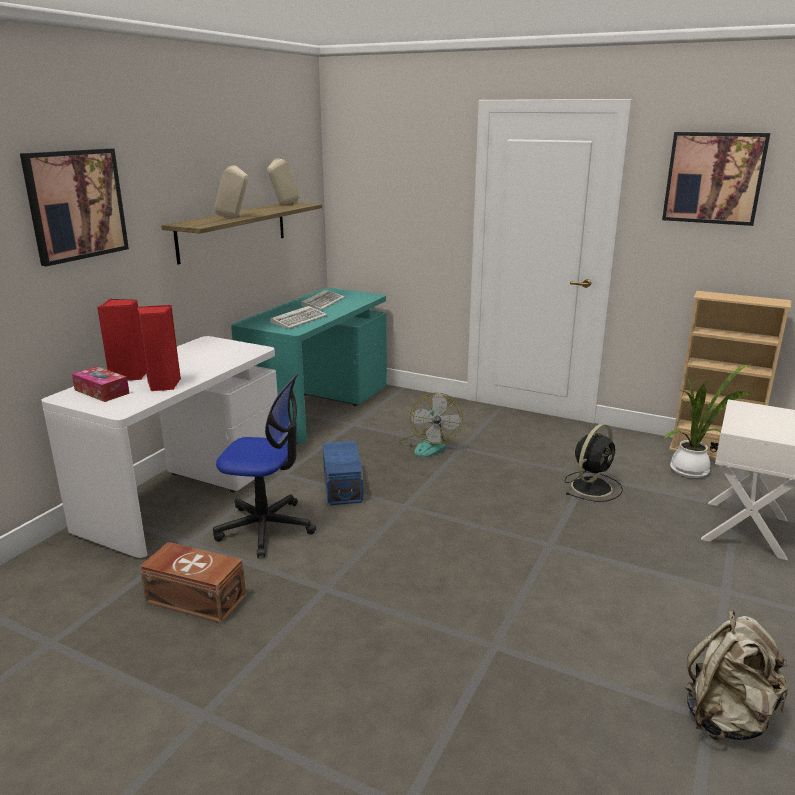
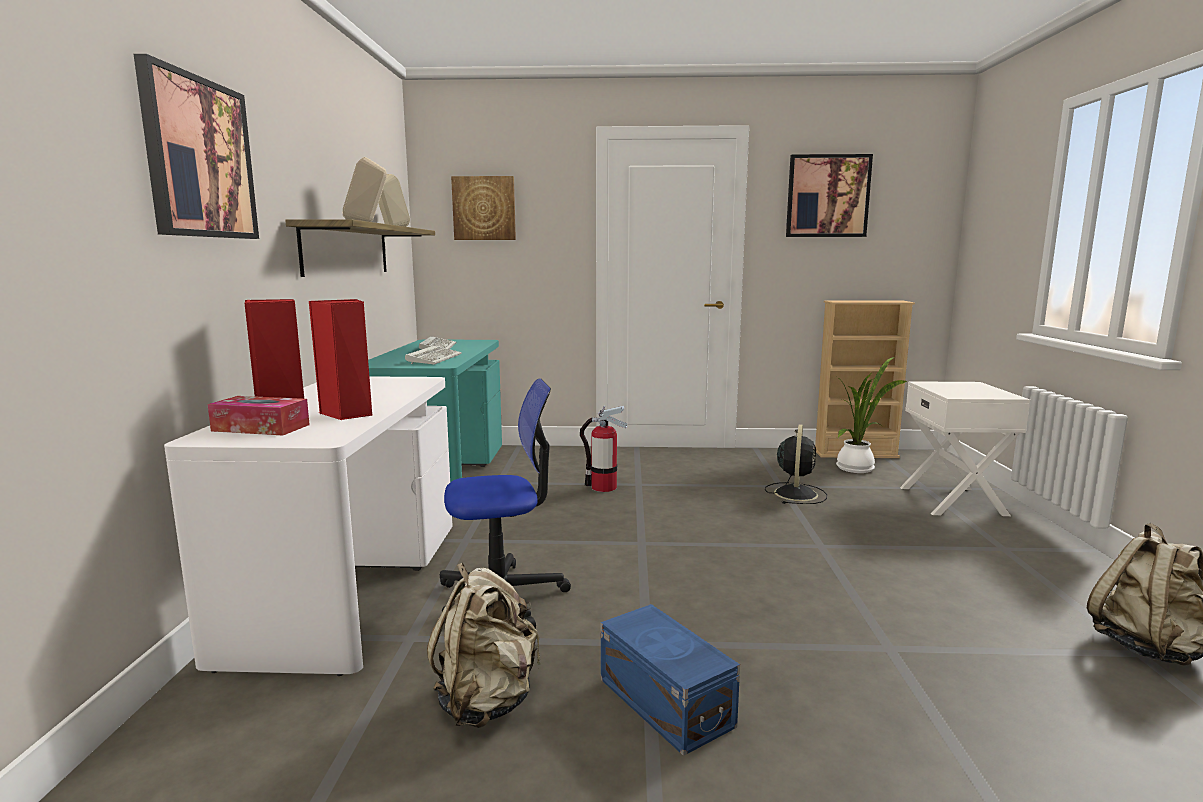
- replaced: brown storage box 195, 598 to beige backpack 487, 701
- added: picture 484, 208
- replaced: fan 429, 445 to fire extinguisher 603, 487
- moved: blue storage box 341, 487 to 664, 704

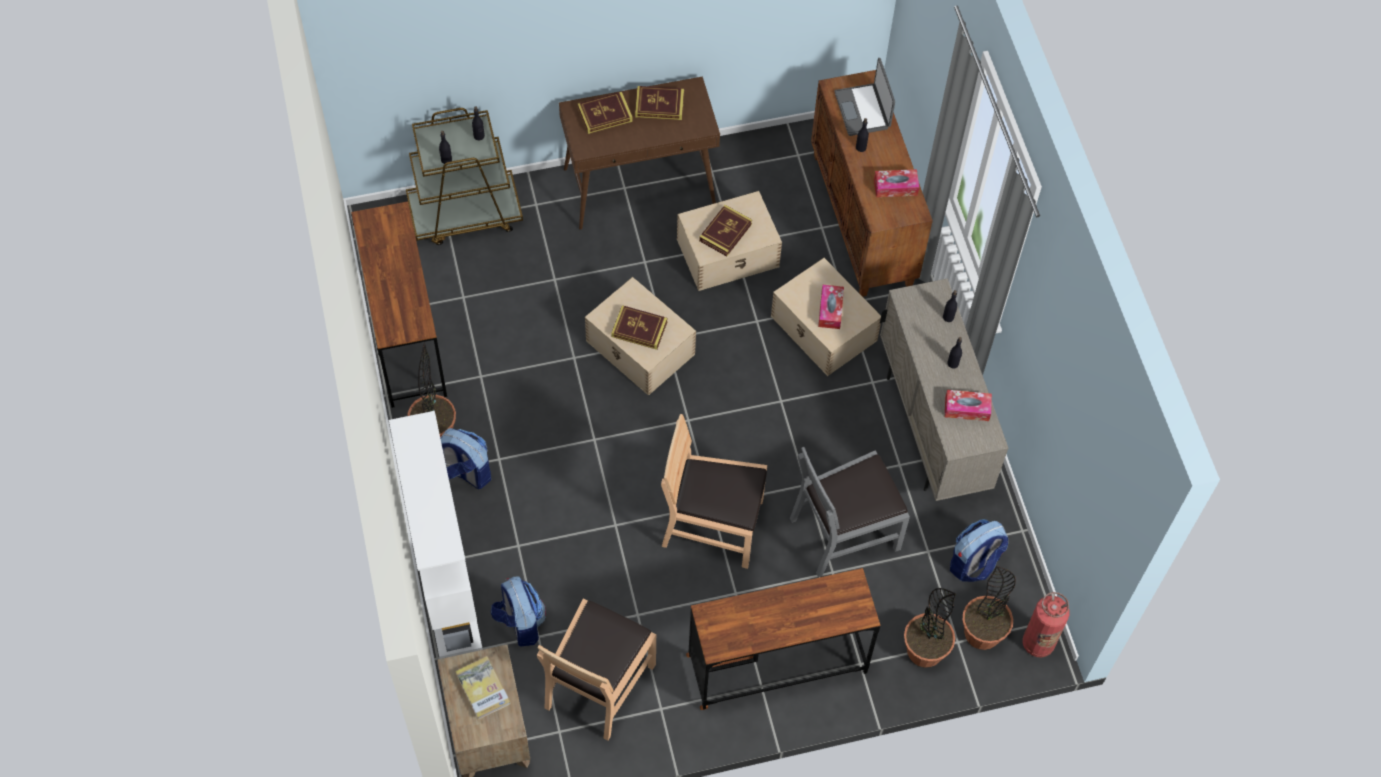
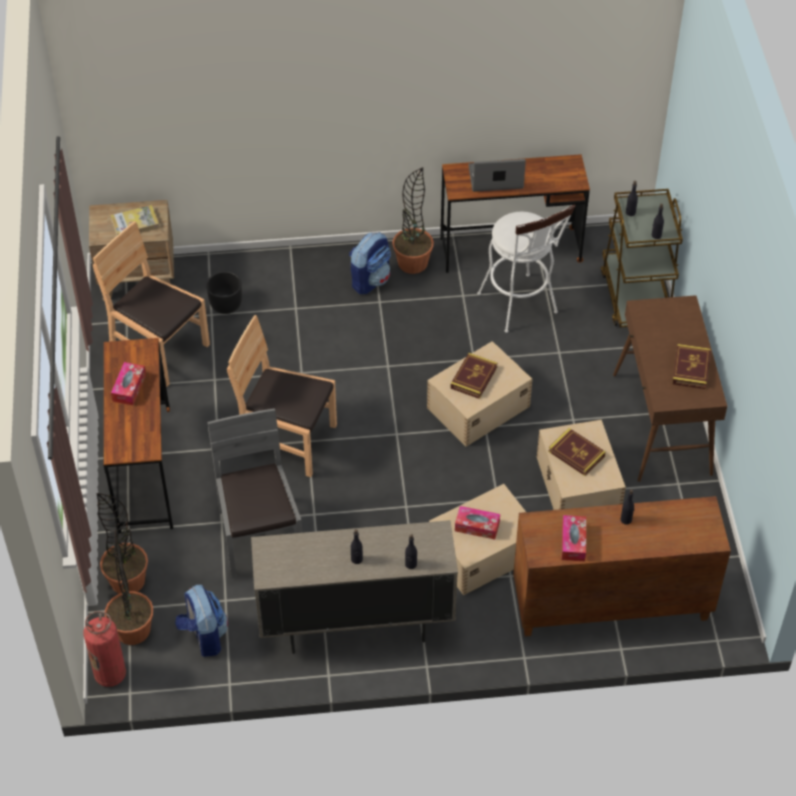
- moved: tissue box 967, 409 to 129, 388
- replaced: backpack 520, 622 to black planter 226, 304
- turned: brown chair 712, 525 = 287, 440 90 degrees counterclockwise
- moved: laptop 863, 110 to 495, 179
- added: white stool 521, 307
- removed: white bookcase 451, 609
- removed: book 605, 115

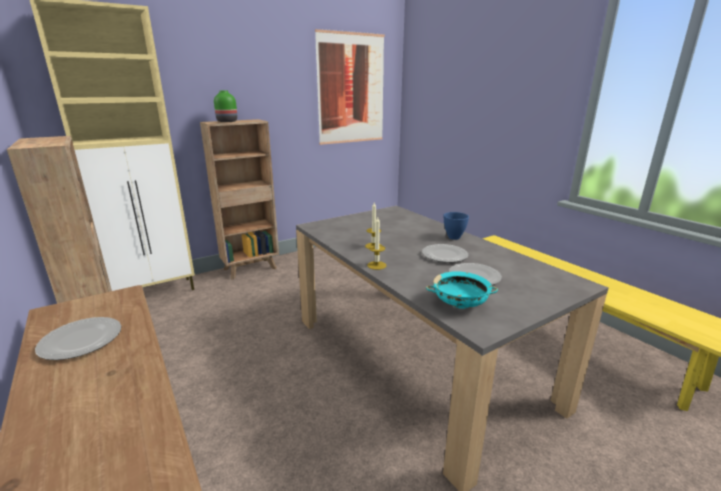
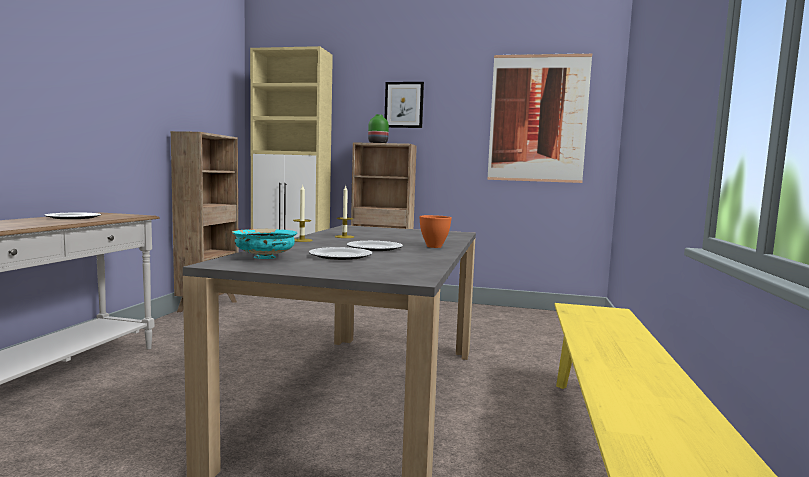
- added: picture 404, 105
- recoloured: blue bowl 453, 237 to orange bowl 434, 246

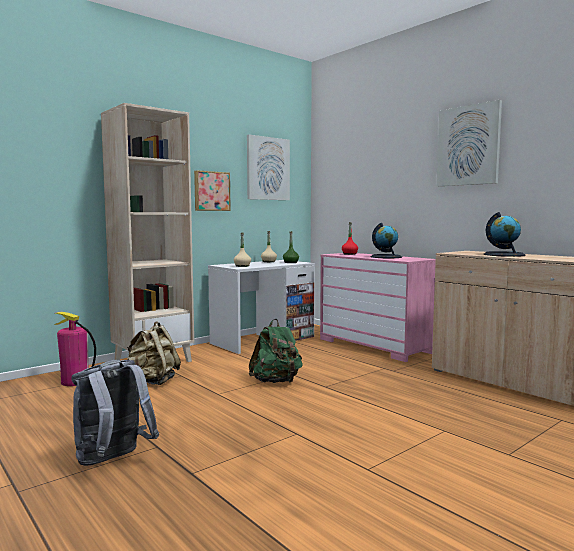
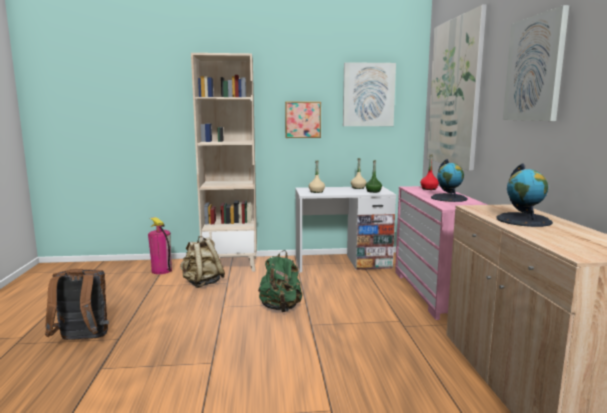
- recoloured: grey backpack 112, 460 to brown backpack 82, 340
- added: picture 454, 93

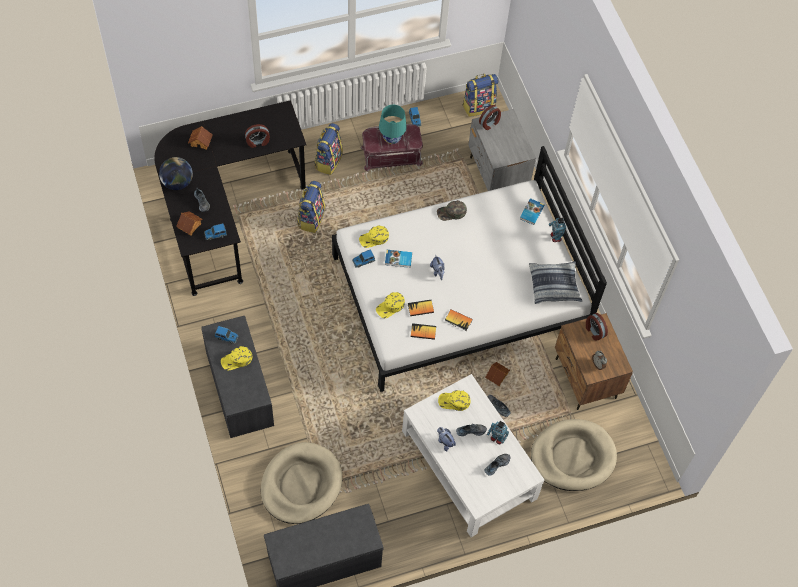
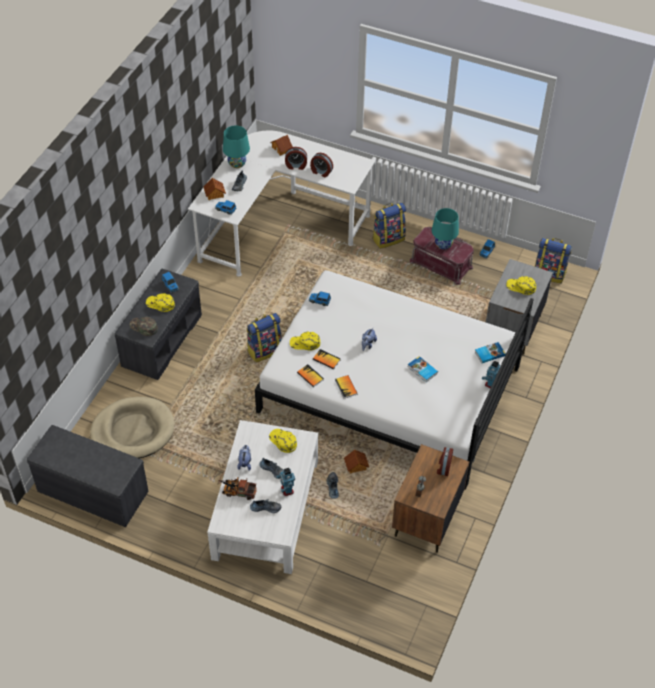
- moved: green cap 451, 213 to 143, 327
- recoloured: black desk 224, 211 to white desk 278, 224
- added: toy truck 237, 491
- replaced: globe 177, 183 to turquoise table lamp 237, 163
- moved: backpack 311, 218 to 264, 350
- moved: alarm clock 489, 123 to 296, 166
- moved: book 398, 260 to 422, 370
- moved: yellow cap 374, 239 to 521, 287
- removed: pillow 554, 286
- removed: beige dog bed 572, 456

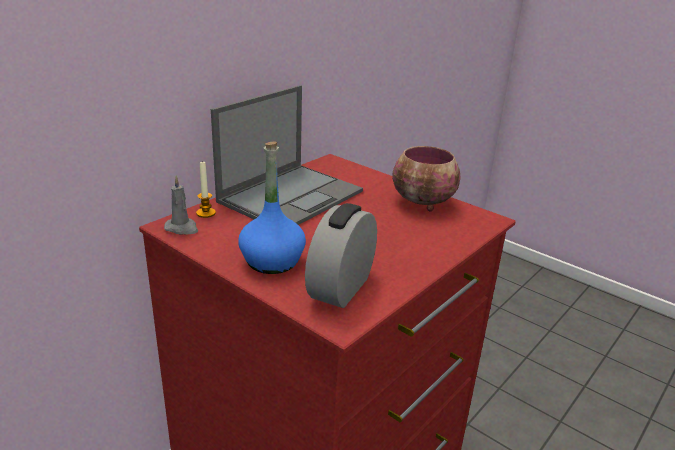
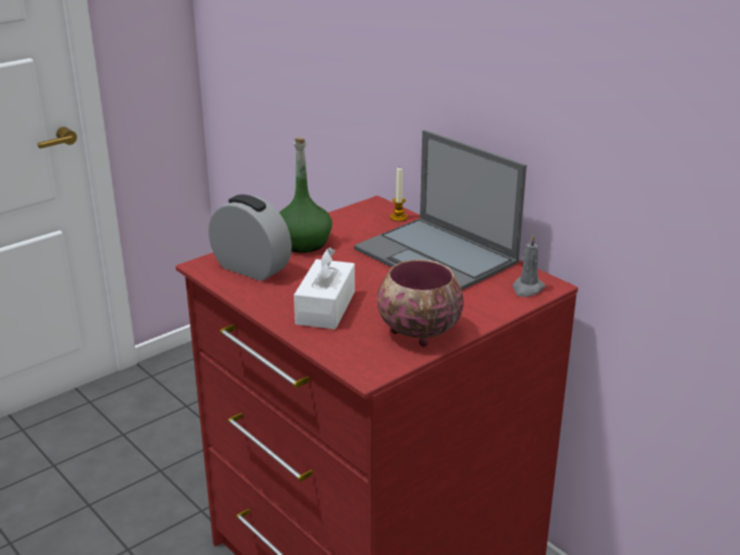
- recoloured: blue bottle 272, 261 to green bottle 303, 243
- added: white tissue box 325, 308
- moved: grey candle 182, 228 to 527, 289

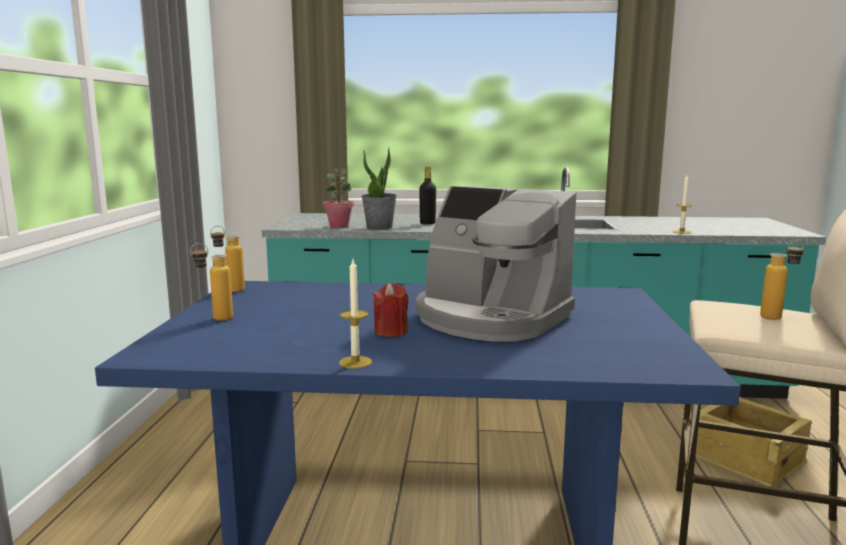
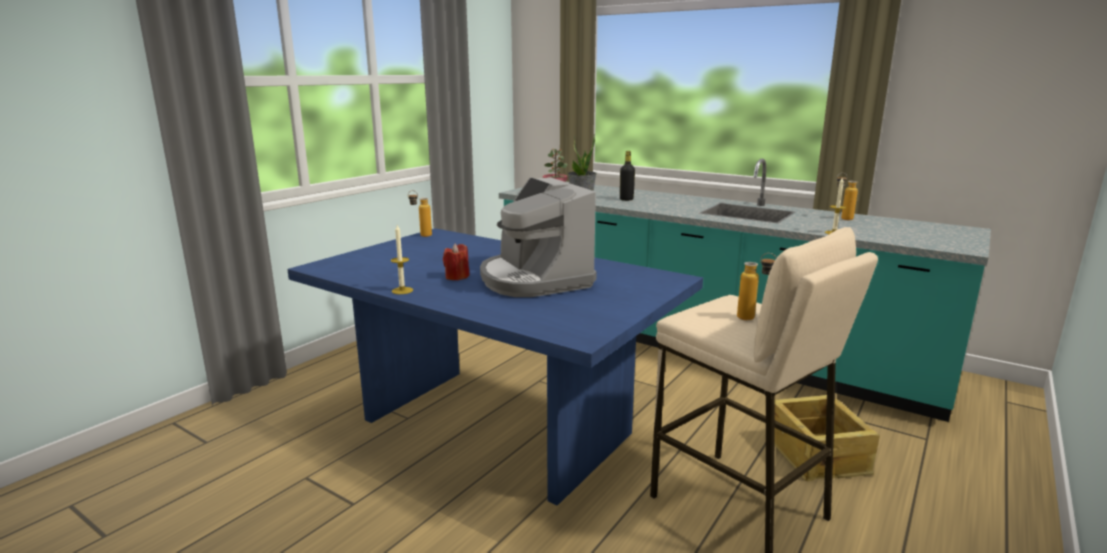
- moved: bottle 214, 319 to 842, 219

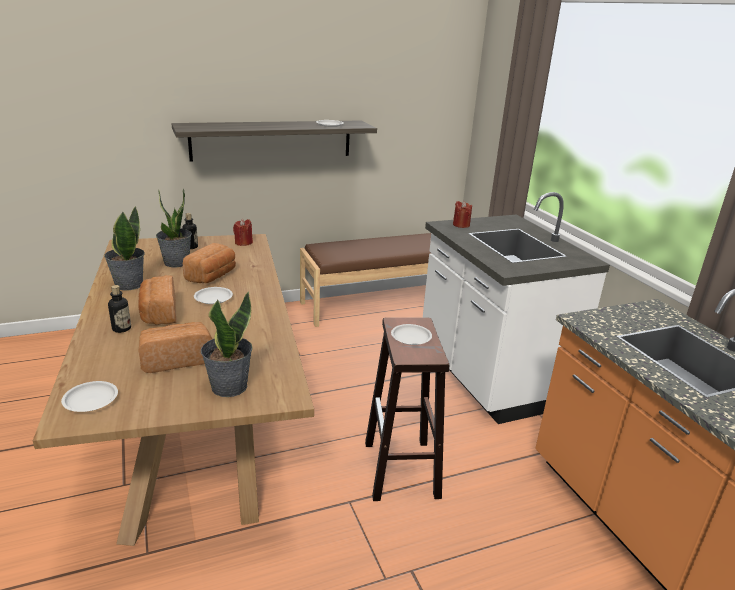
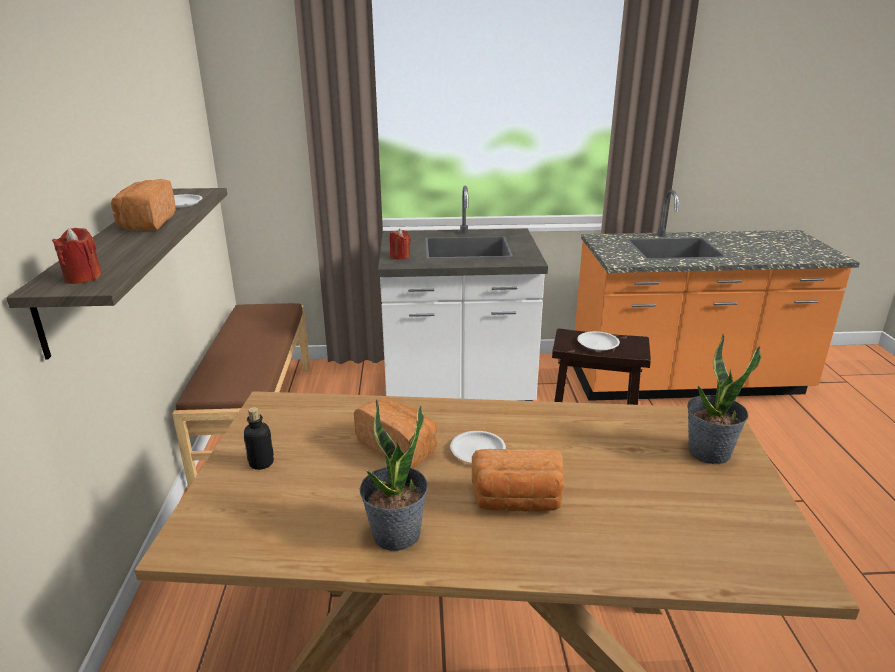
- moved: red candle 243, 243 to 83, 277
- moved: bread 176, 359 to 146, 223
- removed: white plate 91, 400
- removed: bottle 121, 328
- removed: potted plant 177, 262

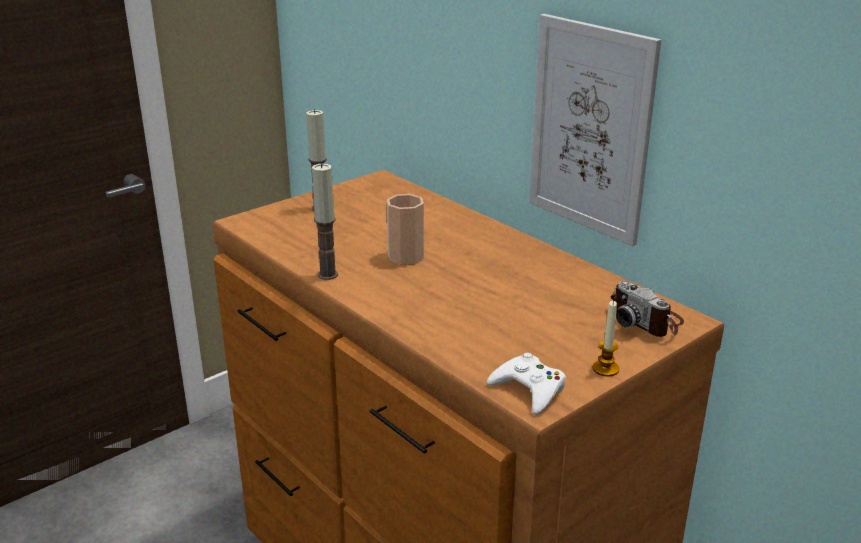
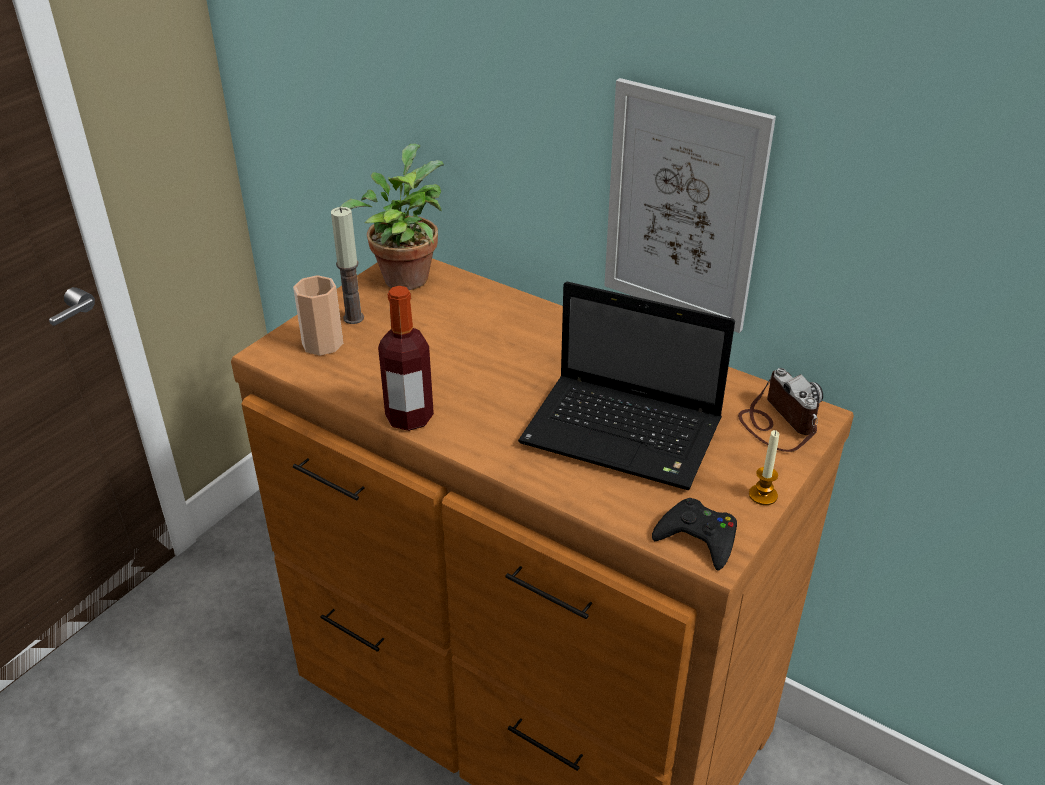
- moved: cup 405, 257 to 322, 344
- added: potted plant 405, 275
- replaced: candle 327, 275 to bottle 409, 417
- added: laptop 626, 434
- recoloured: white game controller 529, 389 to black game controller 698, 538
- turned: photo camera 646, 320 = 777, 422 150 degrees counterclockwise

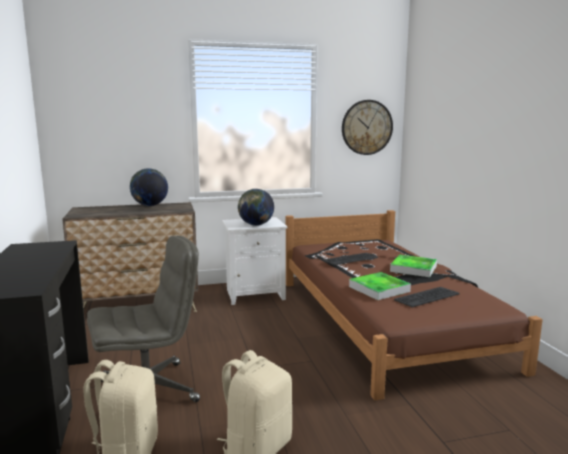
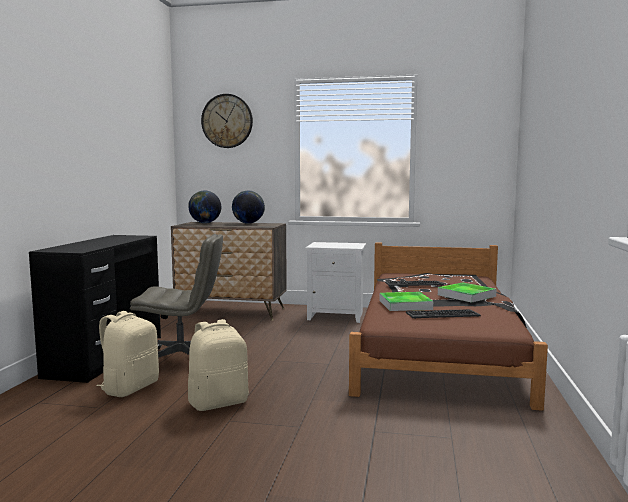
- moved: globe 256, 225 to 205, 223
- moved: wall clock 367, 127 to 227, 121

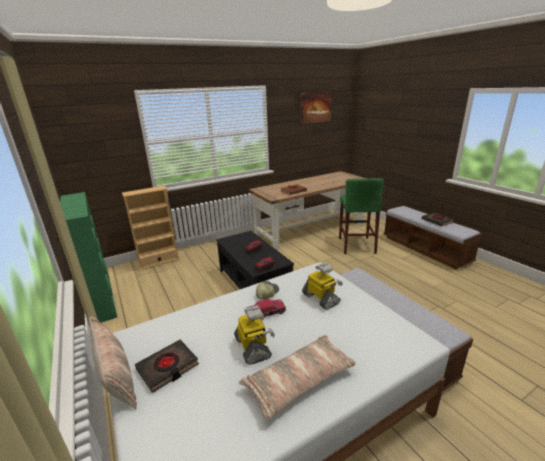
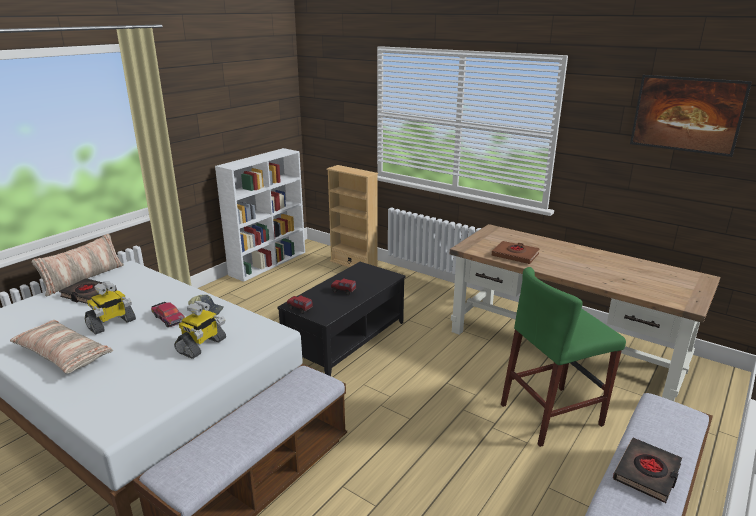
- recoloured: green bookcase 101, 298 to white bookcase 269, 263

